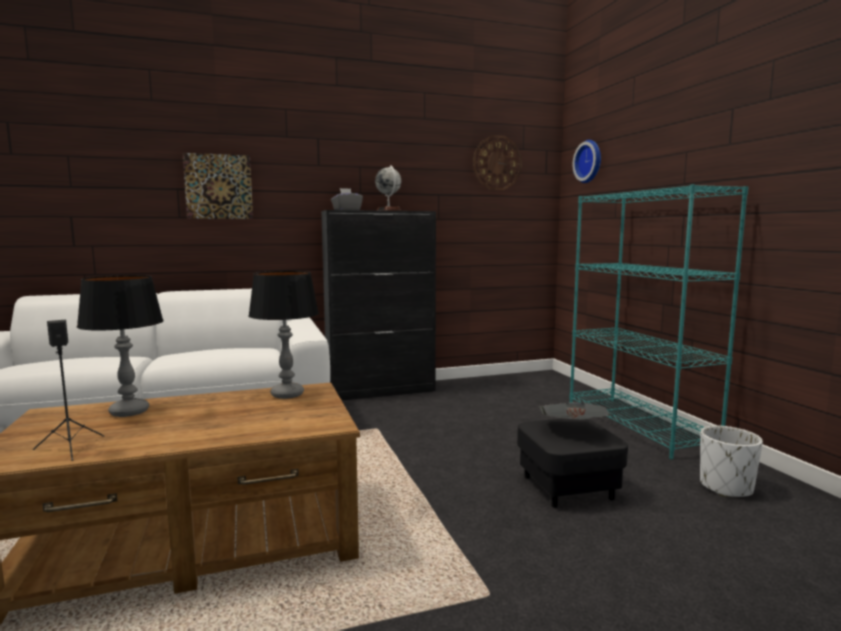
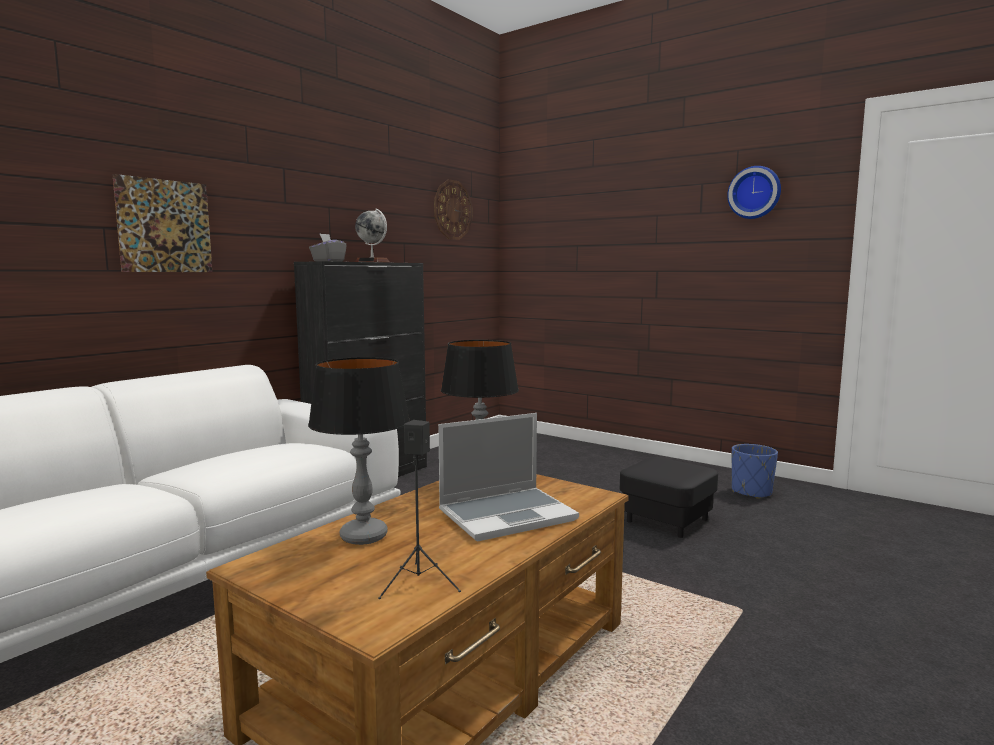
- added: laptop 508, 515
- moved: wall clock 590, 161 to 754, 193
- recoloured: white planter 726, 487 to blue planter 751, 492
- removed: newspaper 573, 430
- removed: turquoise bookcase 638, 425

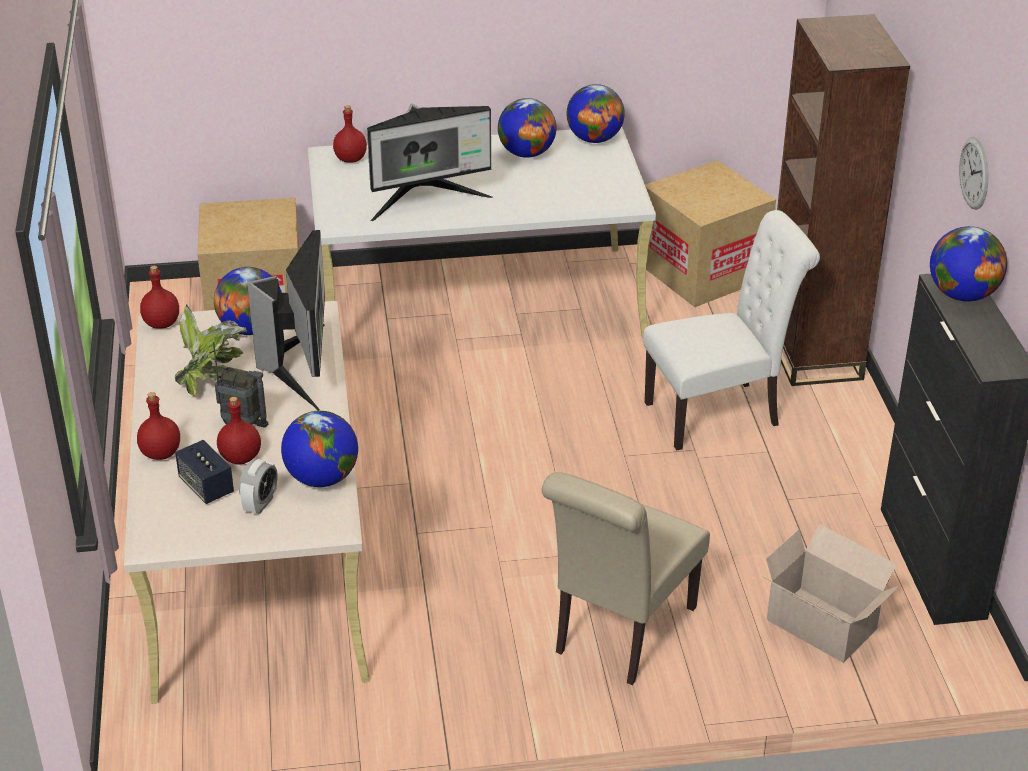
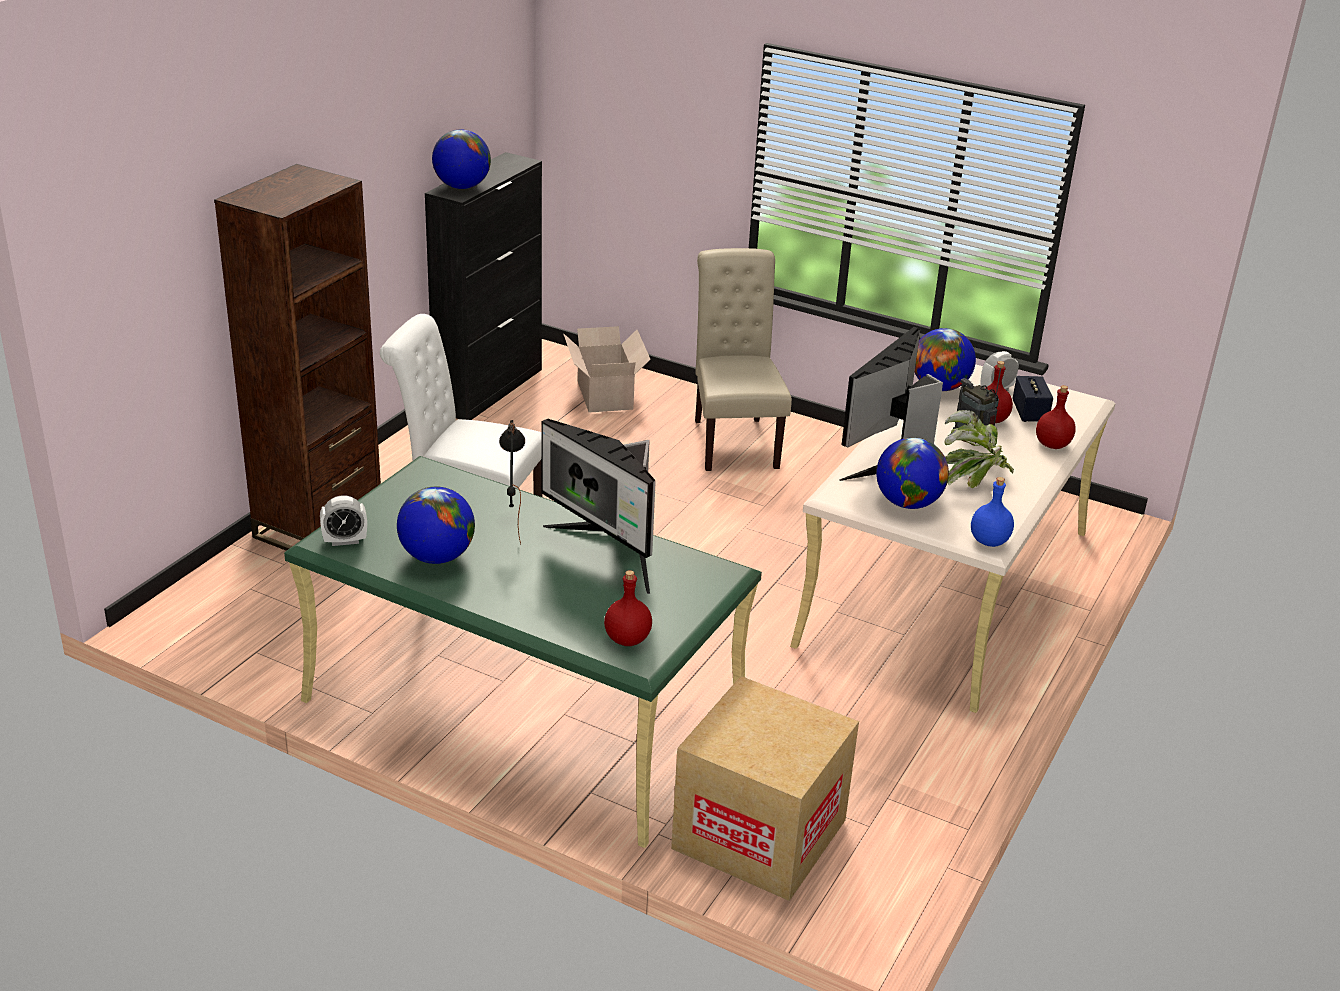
- recoloured: white desk 479, 303 to green desk 522, 710
- replaced: globe 594, 139 to alarm clock 345, 541
- added: black table lamp 511, 529
- turned: monitor 427, 200 = 610, 551 150 degrees counterclockwise
- turned: beige chair 619, 634 = 733, 440 75 degrees counterclockwise
- recoloured: red bottle 161, 324 to blue bottle 989, 541
- removed: cardboard box 703, 271
- removed: wall clock 974, 173

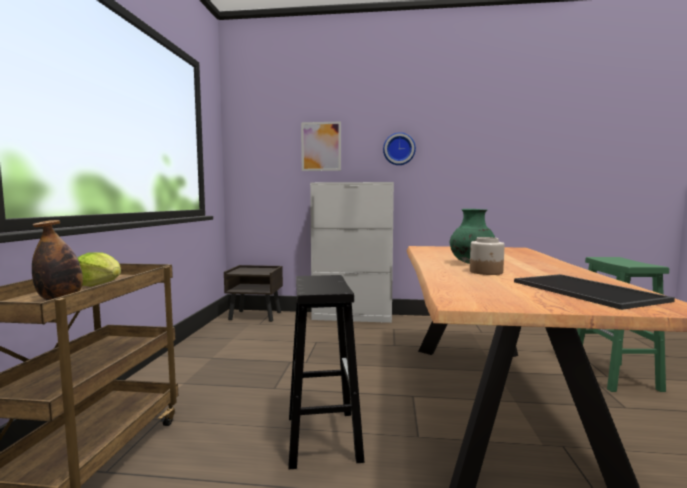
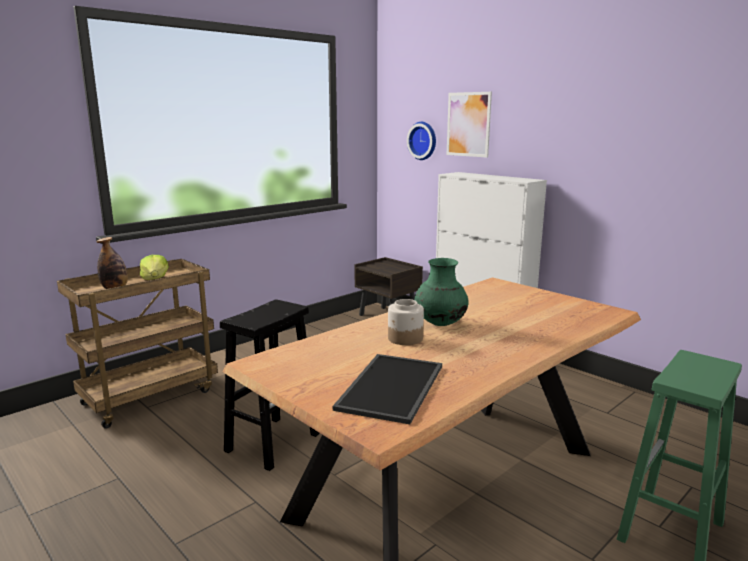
- moved: wall clock 399, 149 to 423, 140

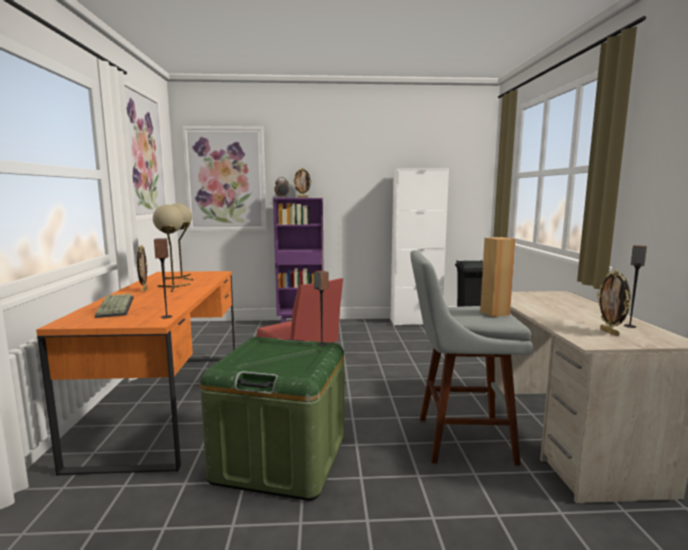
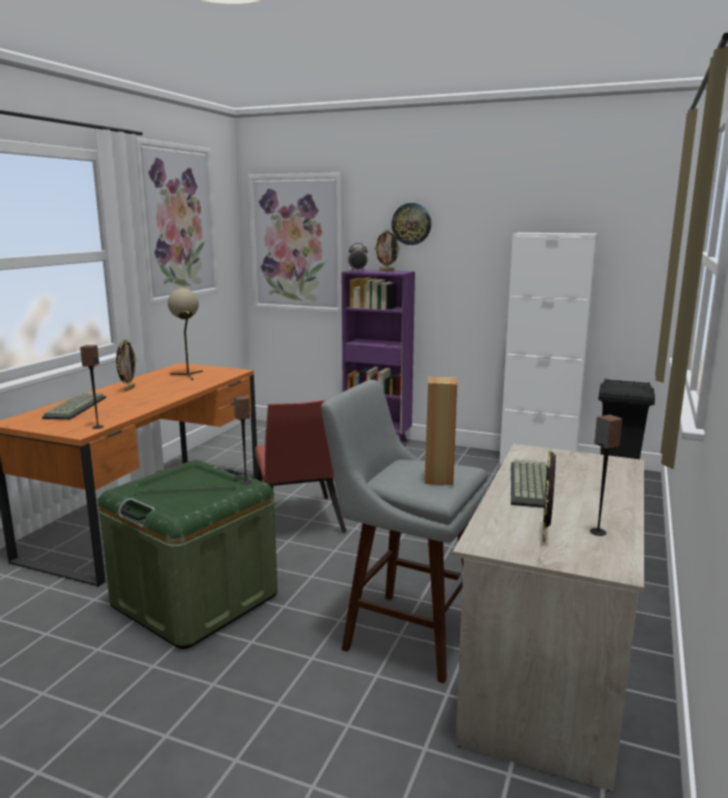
- added: wall clock 411, 224
- added: keyboard 531, 485
- removed: beige table lamp 173, 288

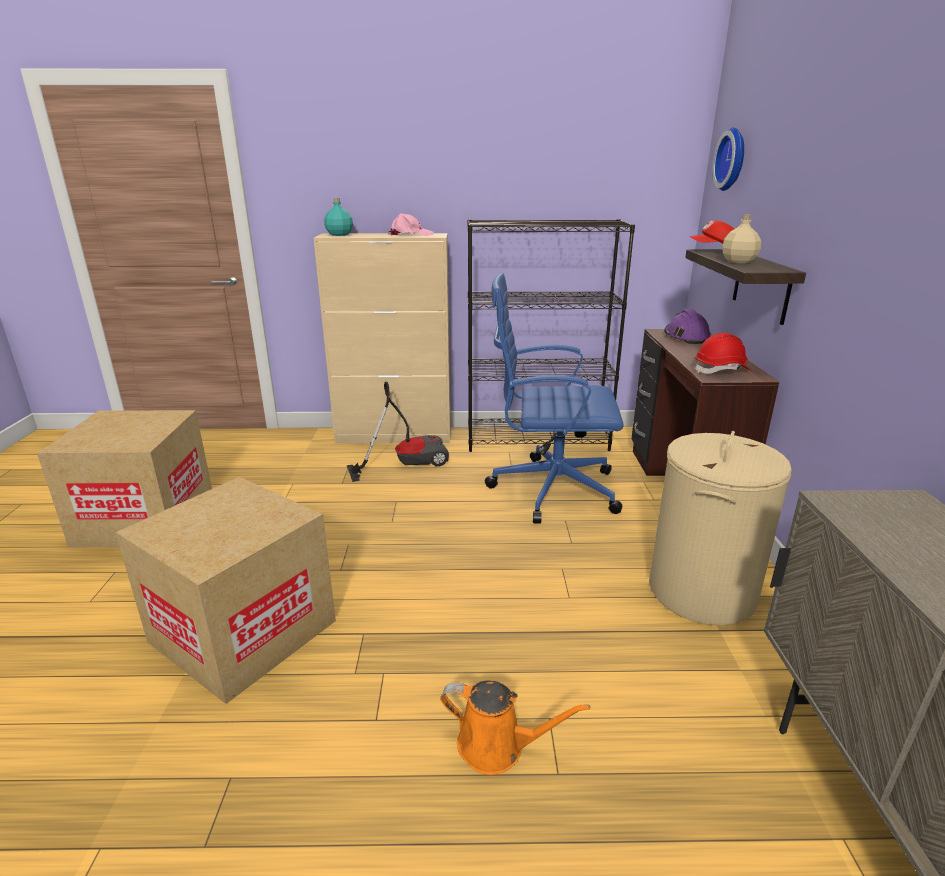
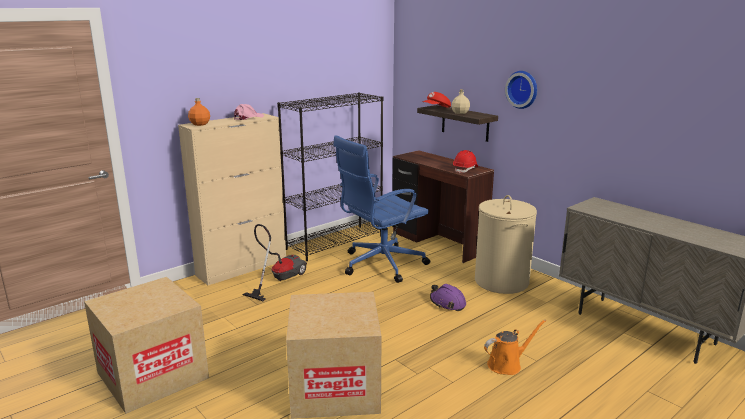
- recoloured: turquoise bottle 340, 235 to orange bottle 200, 124
- moved: purple hard hat 686, 337 to 447, 303
- moved: wall clock 733, 159 to 523, 89

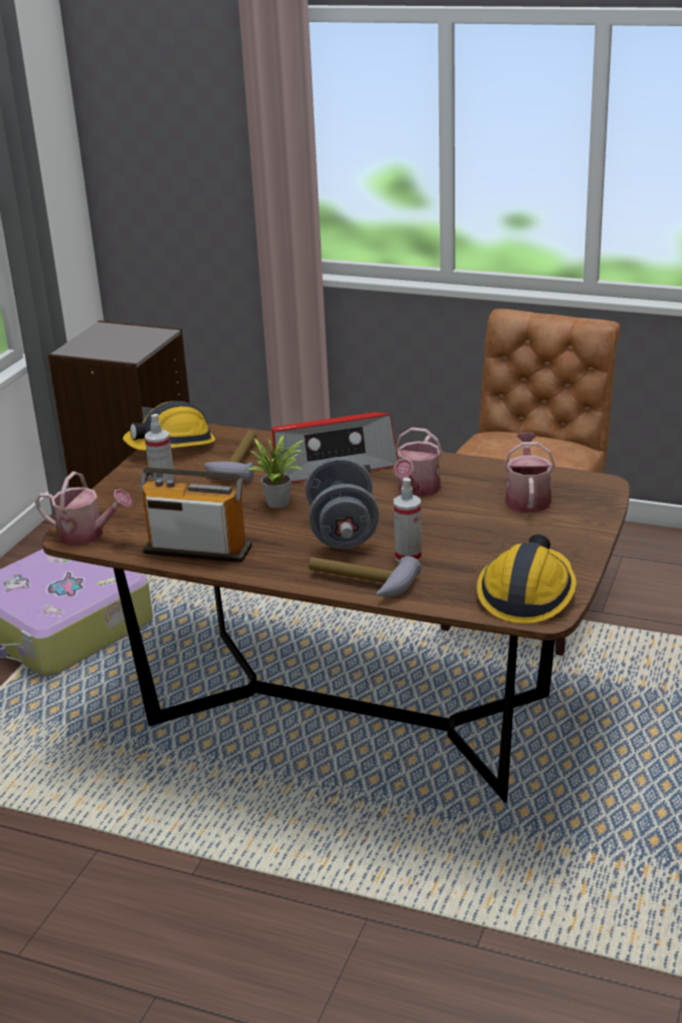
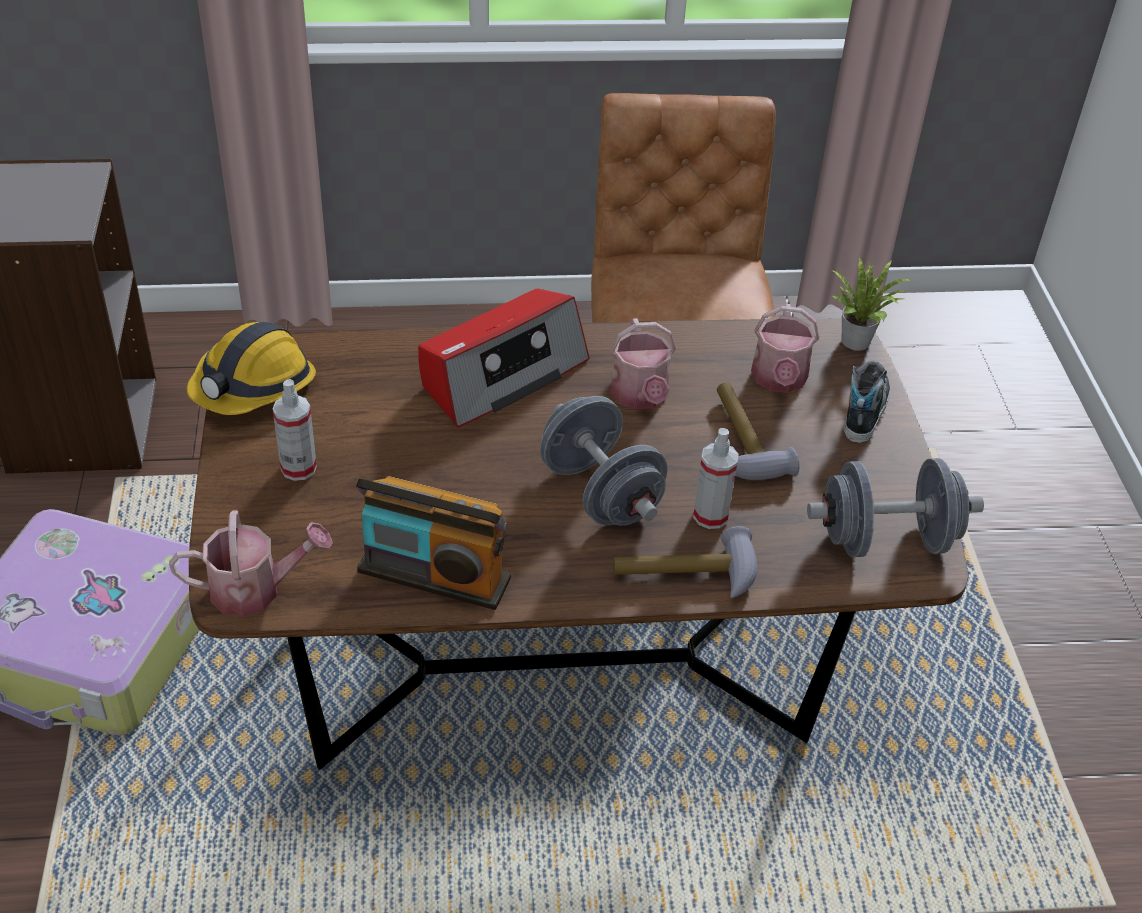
- turned: radio 197, 550 = 434, 575 150 degrees counterclockwise
- moved: hammer 237, 463 to 740, 441
- turned: watering can 527, 498 = 779, 380 150 degrees counterclockwise
- replaced: hard hat 527, 594 to grey dumbbell 886, 540
- moved: potted plant 281, 502 to 858, 340
- added: shoe 864, 409

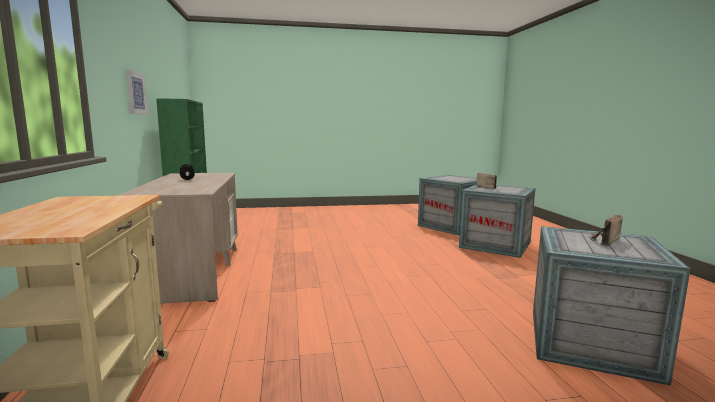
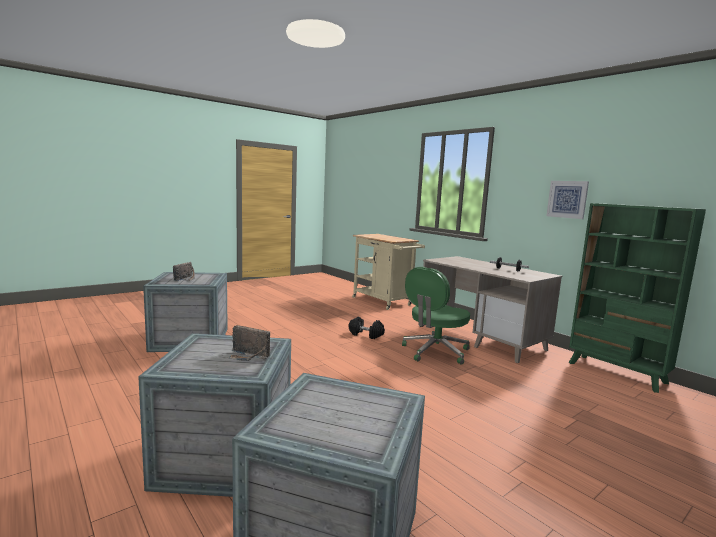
- added: black dumbbell 365, 335
- added: green office chair 435, 352

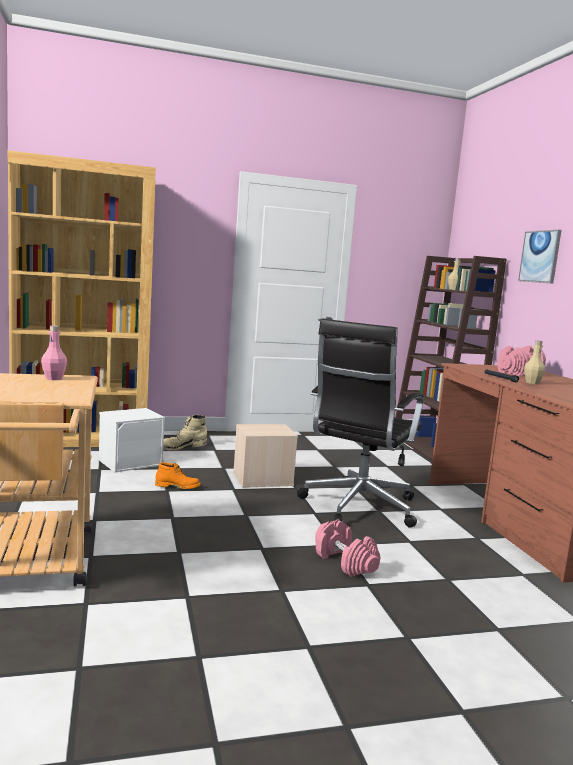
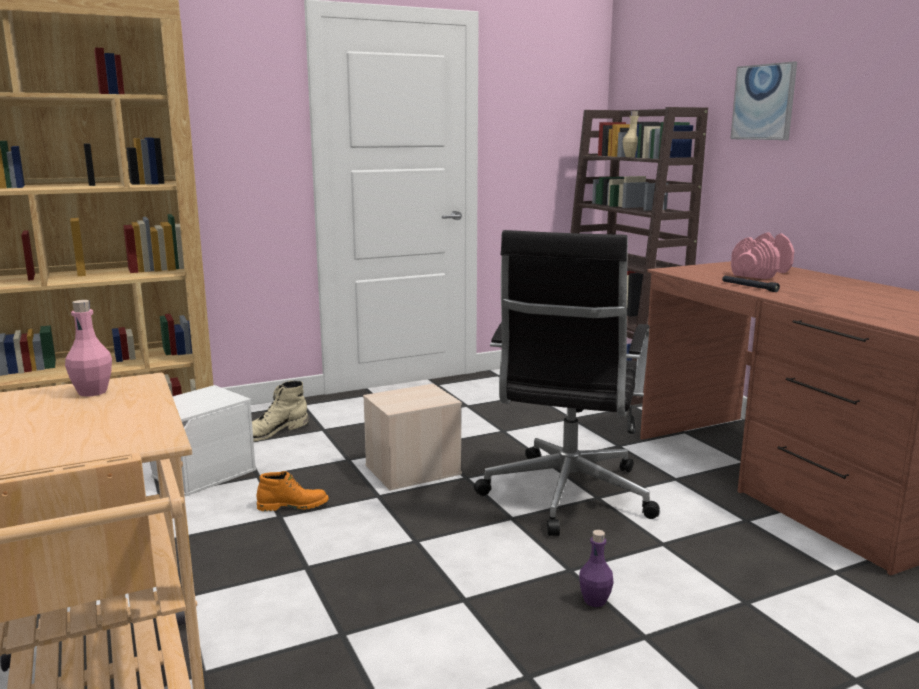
- replaced: pink dumbbell 345, 562 to purple bottle 595, 601
- removed: beige bottle 532, 383

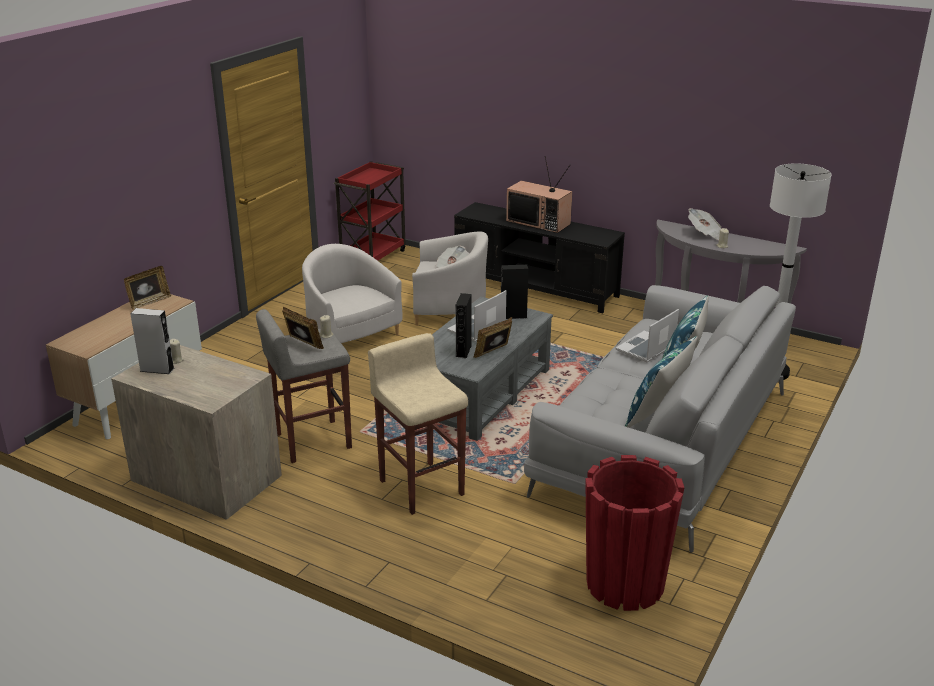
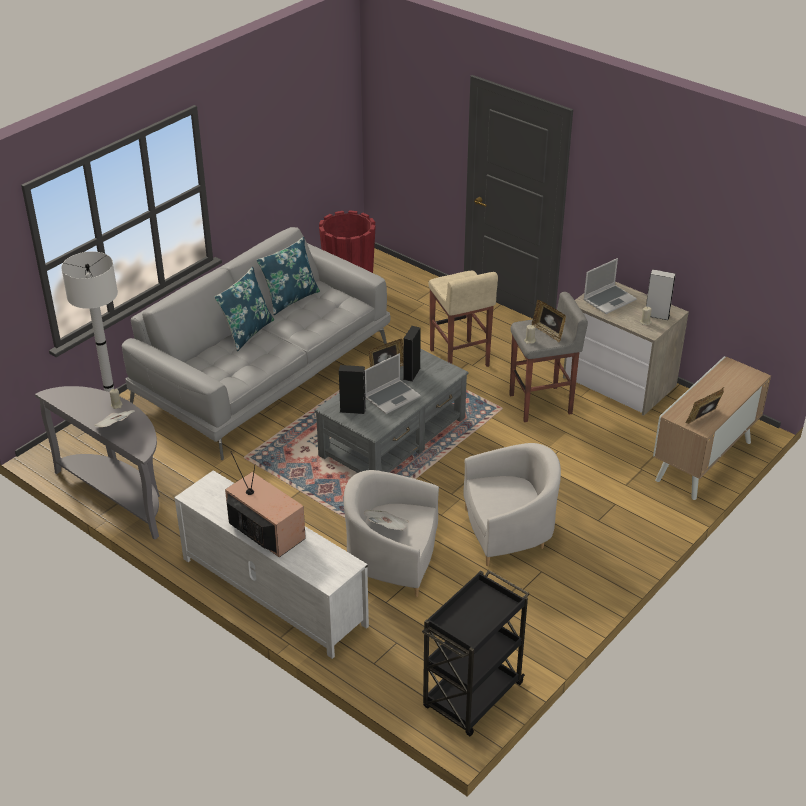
- recoloured: black tv stand 536, 287 to white tv stand 273, 591
- recoloured: red cart 373, 256 to black cart 472, 697
- turned: white armchair 350, 334 = 508, 531 75 degrees counterclockwise
- moved: laptop 646, 348 to 609, 300

